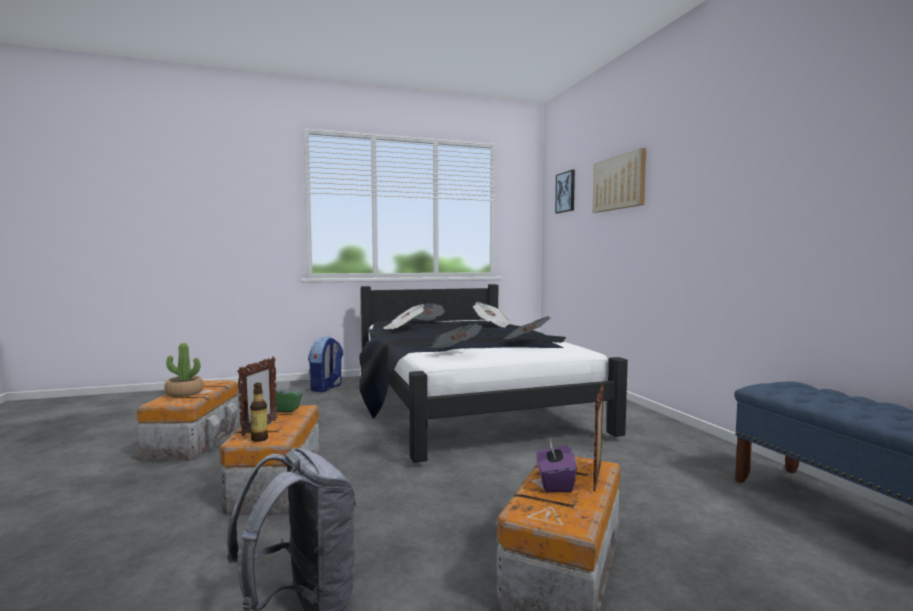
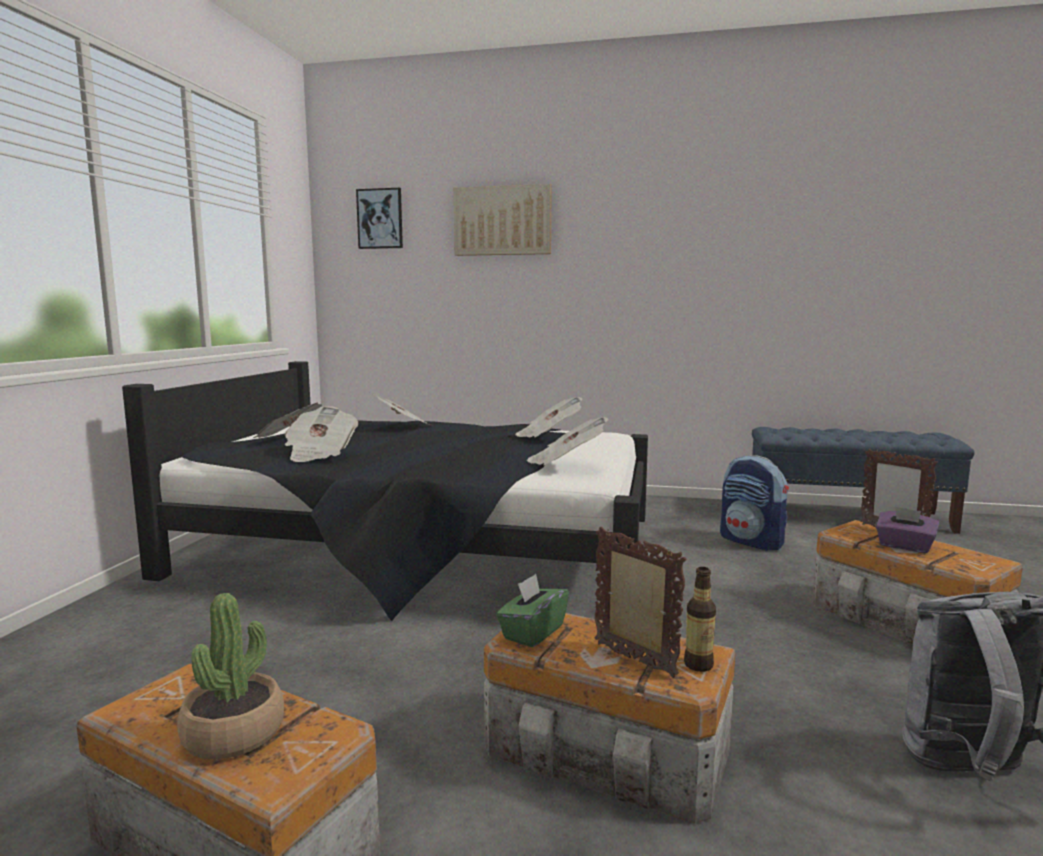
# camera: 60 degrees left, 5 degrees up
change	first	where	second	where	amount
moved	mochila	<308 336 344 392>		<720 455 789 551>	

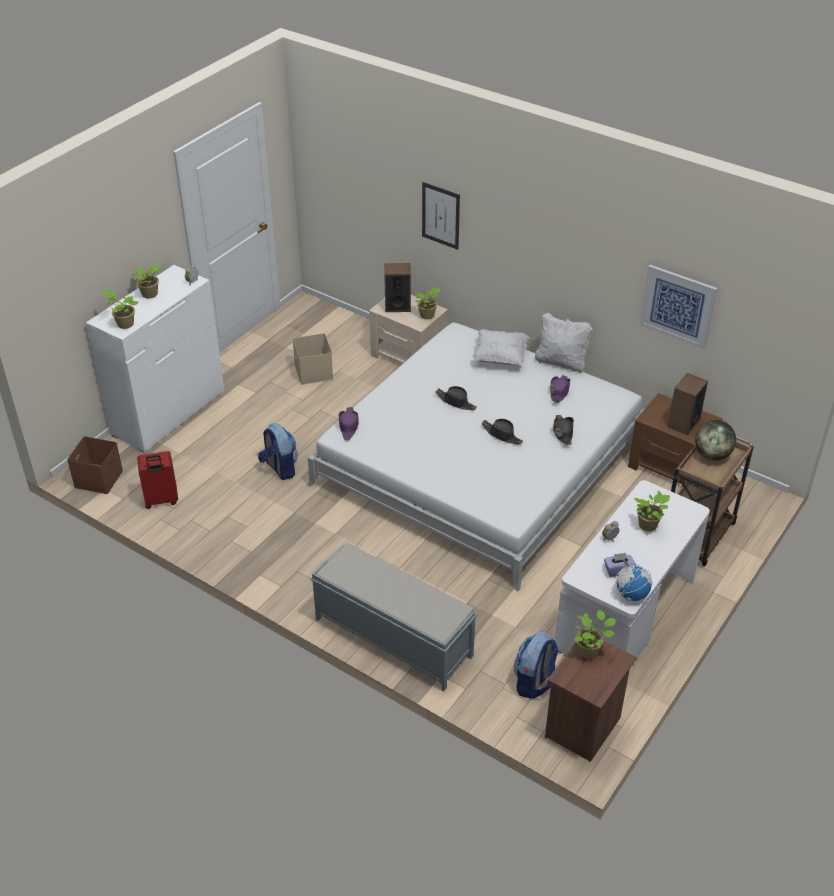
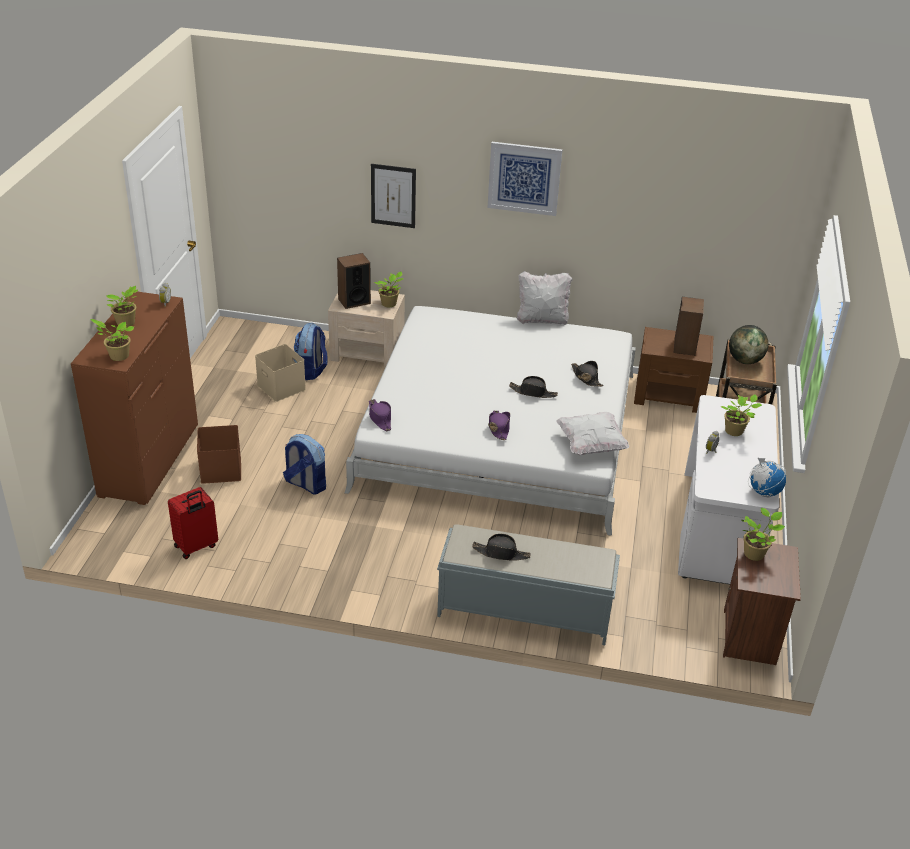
# camera: 25 degrees left, 5 degrees down
change	first	where	second	where	amount
recoloured	cómoda/blanco	<86 265 224 453>	cómoda/marrón	<71 292 198 505>	
moved	cuadro	<640 265 717 349>		<487 142 562 216>	
moved	cojín/blanco	<472 329 530 366>		<556 412 629 455>	
moved	sombrero/morado	<550 375 570 403>		<488 410 510 440>	
moved	sombrero/negro	<436 386 477 410>		<472 534 531 561>	
moved	caja de almacenaje/marrón	<67 436 123 494>		<197 425 241 484>	
removed	caja de pañuelos/morado	<604 553 636 577>			
moved	mochila	<514 631 558 699>		<293 323 327 380>	

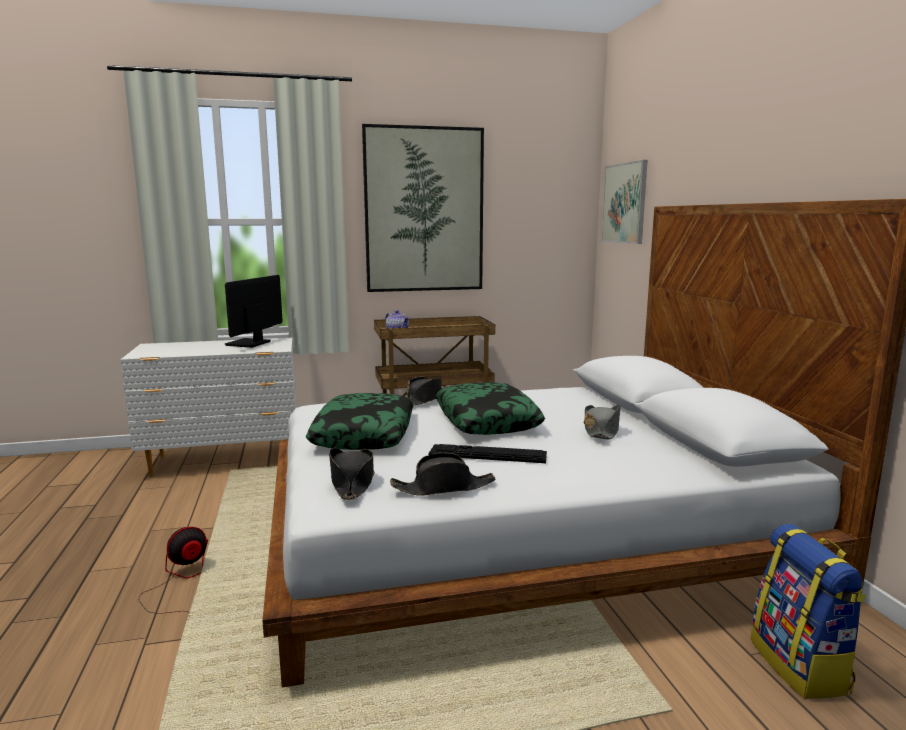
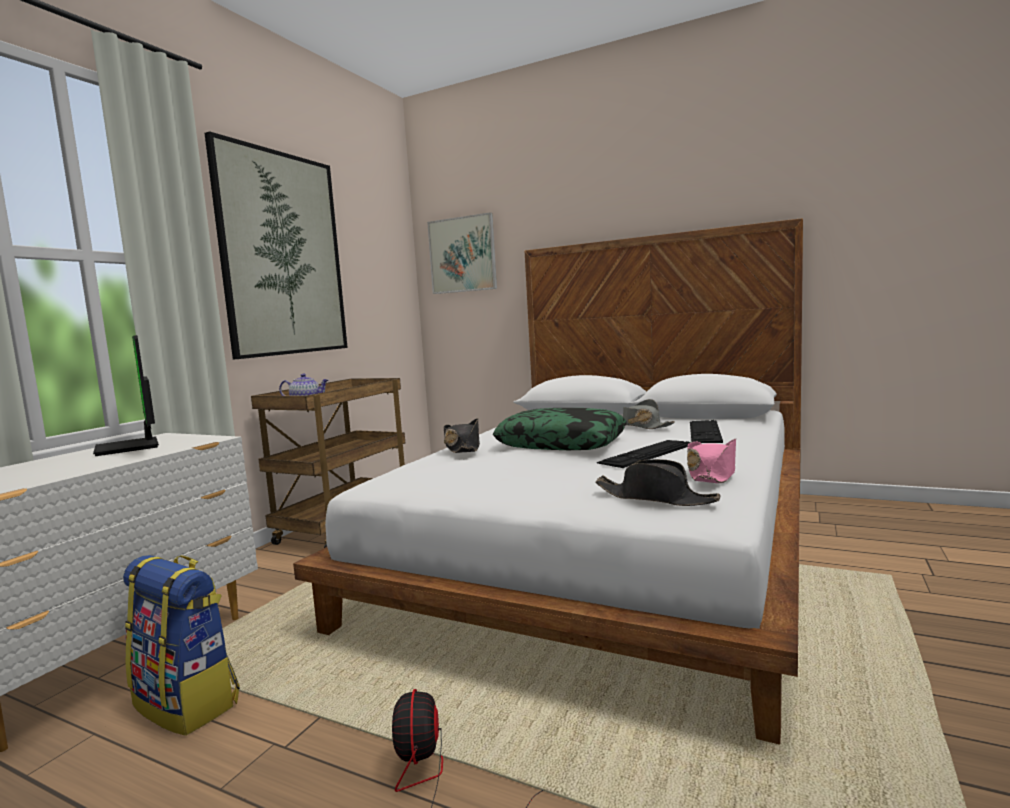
# camera: 50 degrees left, 5 degrees down
change	first	where	second	where	amount
removed	cojín	<306 393 414 450>			
recoloured	sombrero/negro	<390 453 496 496>	sombrero/rosa	<687 439 736 483>	
moved	mochila	<750 524 866 699>		<123 555 240 736>	
added			teclado	<690 420 723 443>	

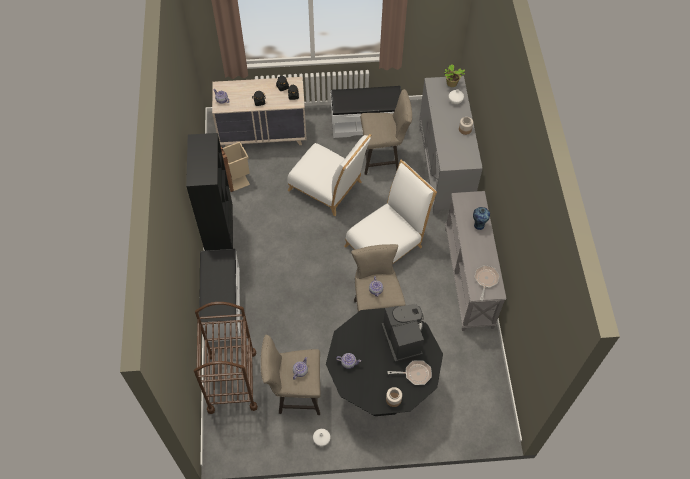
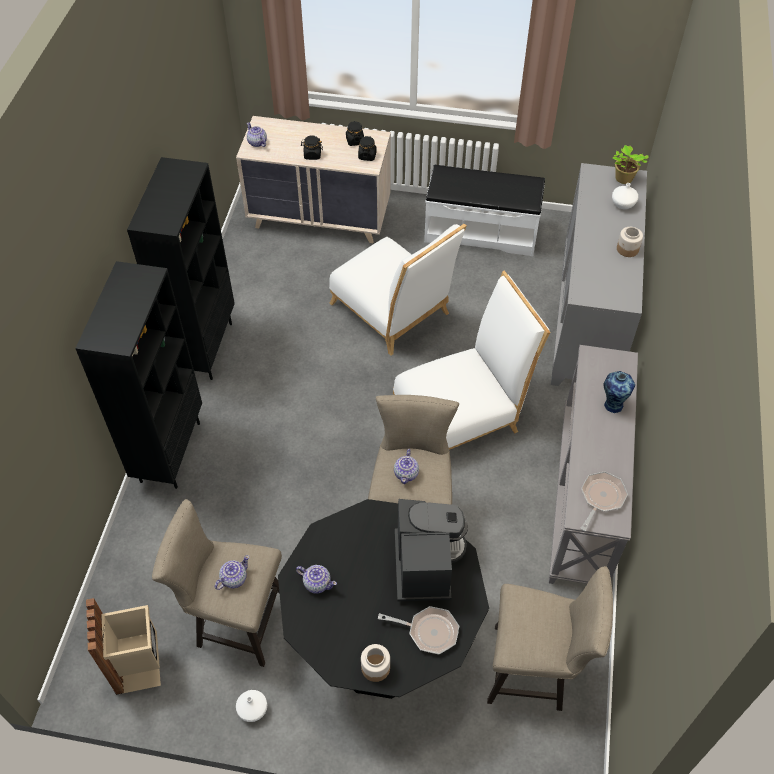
# camera: 15 degrees right, 5 degrees down
change	first	where	second	where	amount
moved	taburete/beis	<360 89 412 175>		<487 566 613 711>	
moved	papelera/beis	<220 142 250 192>		<86 598 161 695>	
replaced	banco/blanco	<199 249 241 342>	estantería/negro	<75 261 202 489>	
removed	carrito/marrón	<194 302 258 414>			

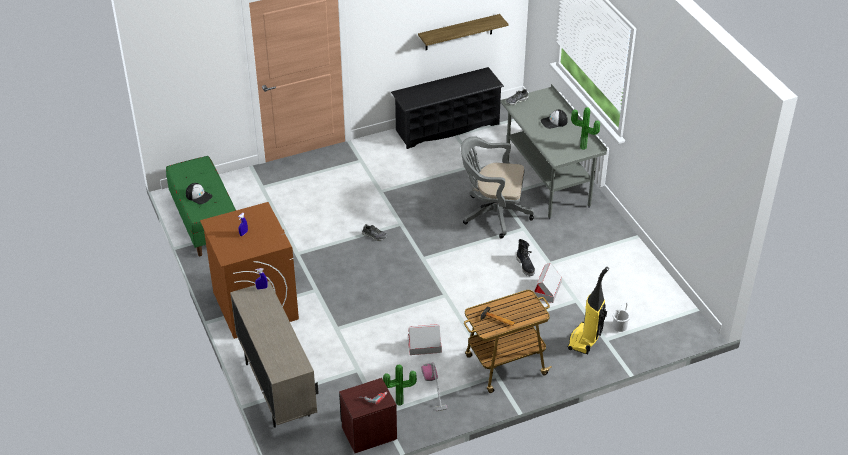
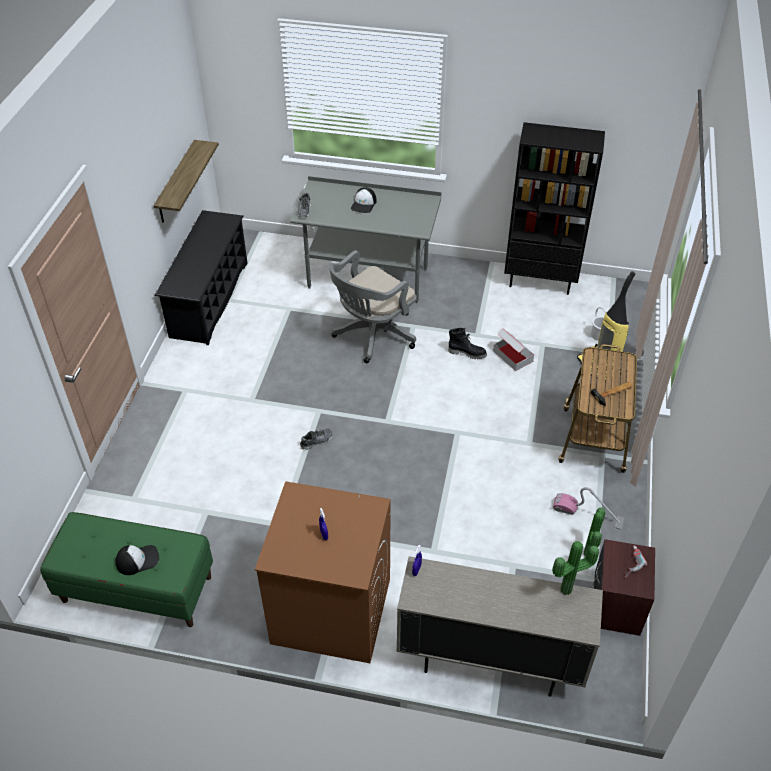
# camera: 55 degrees left, 5 degrees up
change	first	where	second	where	amount
moved	planta en maceta	<571 107 600 150>		<552 541 599 595>	
removed	caja de cartón	<408 324 442 355>			
added			estantería/negro	<504 122 605 295>	

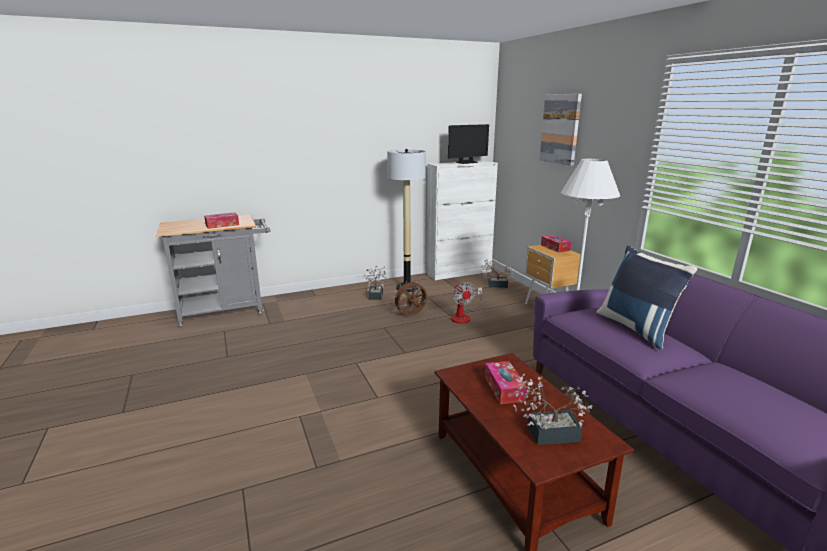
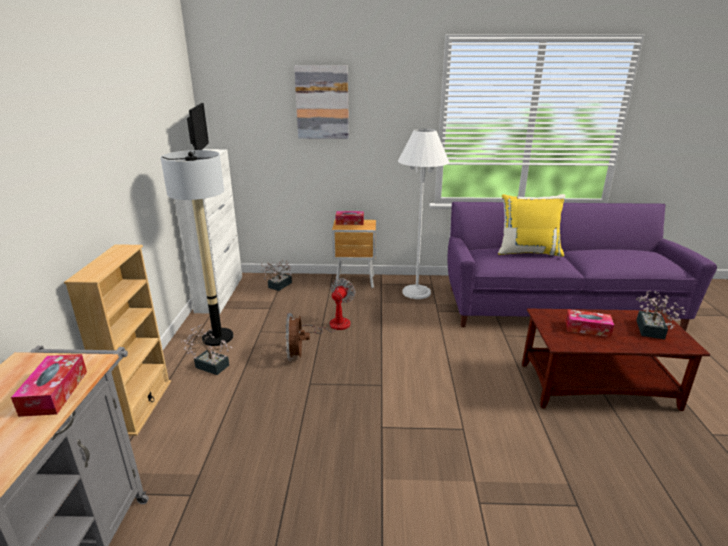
# camera: 65 degrees left, 5 degrees up
change	first	where	second	where	amount
recoloured	cojín/azul	<596 246 697 349>	cojín/amarillo	<498 194 566 257>	
turned	ventilador	<451 282 482 324>		<287 278 355 334>	75 degrees counterclockwise
added			estantería/beis	<64 244 171 436>	

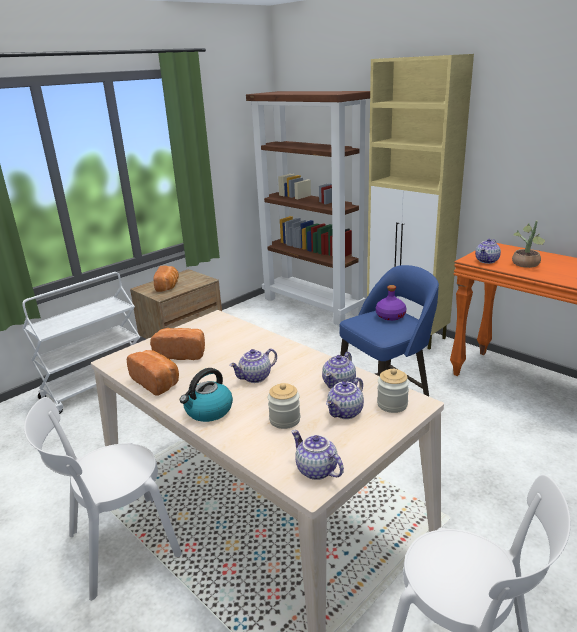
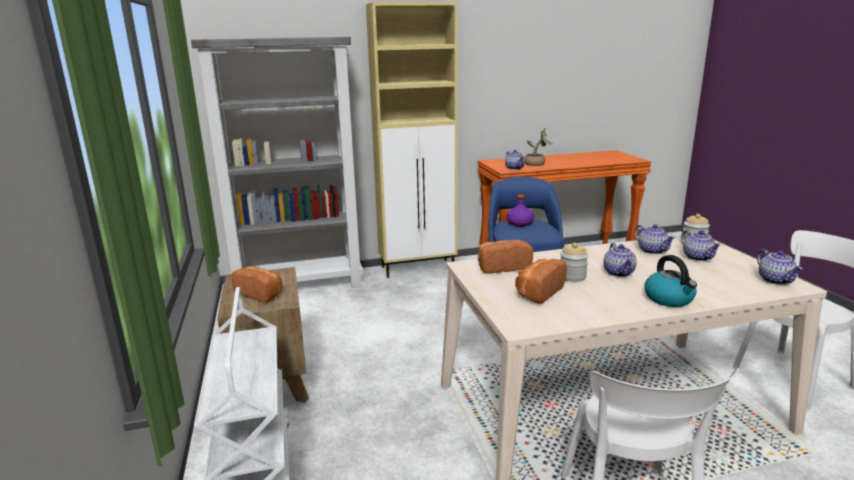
# camera: 60 degrees left, 5 degrees down
change	first	where	second	where	amount
recoloured	estantería/marrón	<246 91 370 326>	estantería/gris	<191 37 363 288>	
moved	pan	<127 350 179 396>		<478 240 533 273>	
moved	tarro	<268 383 300 429>		<560 243 588 282>	
turned	tetera	<291 430 344 480>		<757 249 803 285>	90 degrees counterclockwise

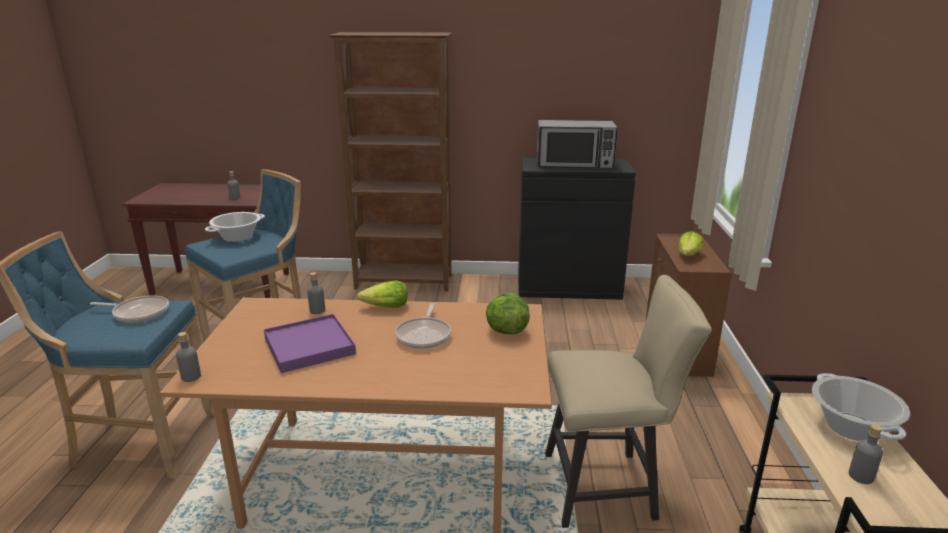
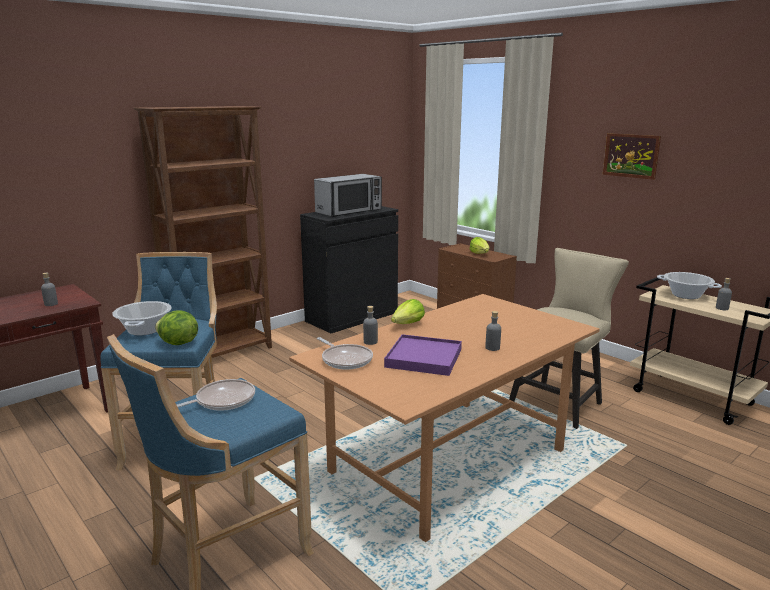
# camera: 45 degrees left, 5 degrees down
change	first	where	second	where	amount
moved	lechuga	<486 293 530 335>		<155 310 198 345>	
moved	sartén	<395 303 451 349>		<317 337 373 370>	
moved	botella/gris	<176 332 201 382>		<485 311 501 351>	
added			cuadro	<603 133 661 180>	

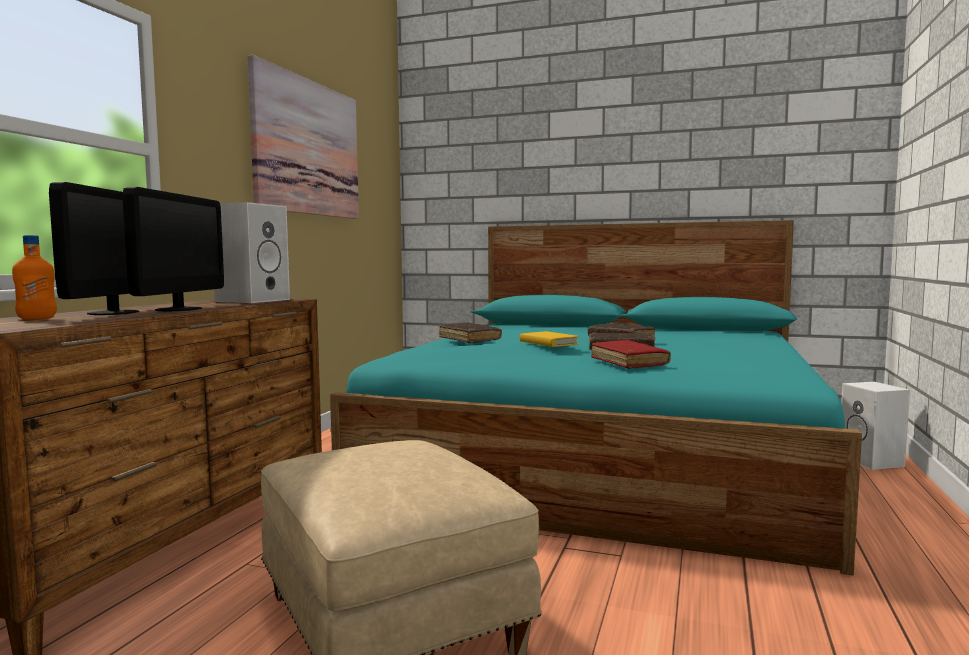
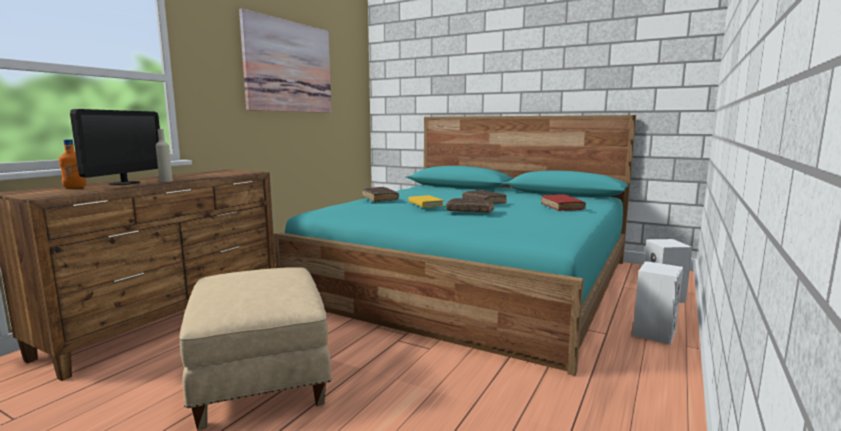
# camera: 10 degrees right, 5 degrees up
change	first	where	second	where	amount
replaced	monitor	<122 187 224 311>	botella/beis	<156 129 173 182>	
moved	altavoz/blanco	<214 202 290 303>		<632 261 683 345>	
moved	libro/rojo	<591 340 671 369>		<541 194 586 211>	

